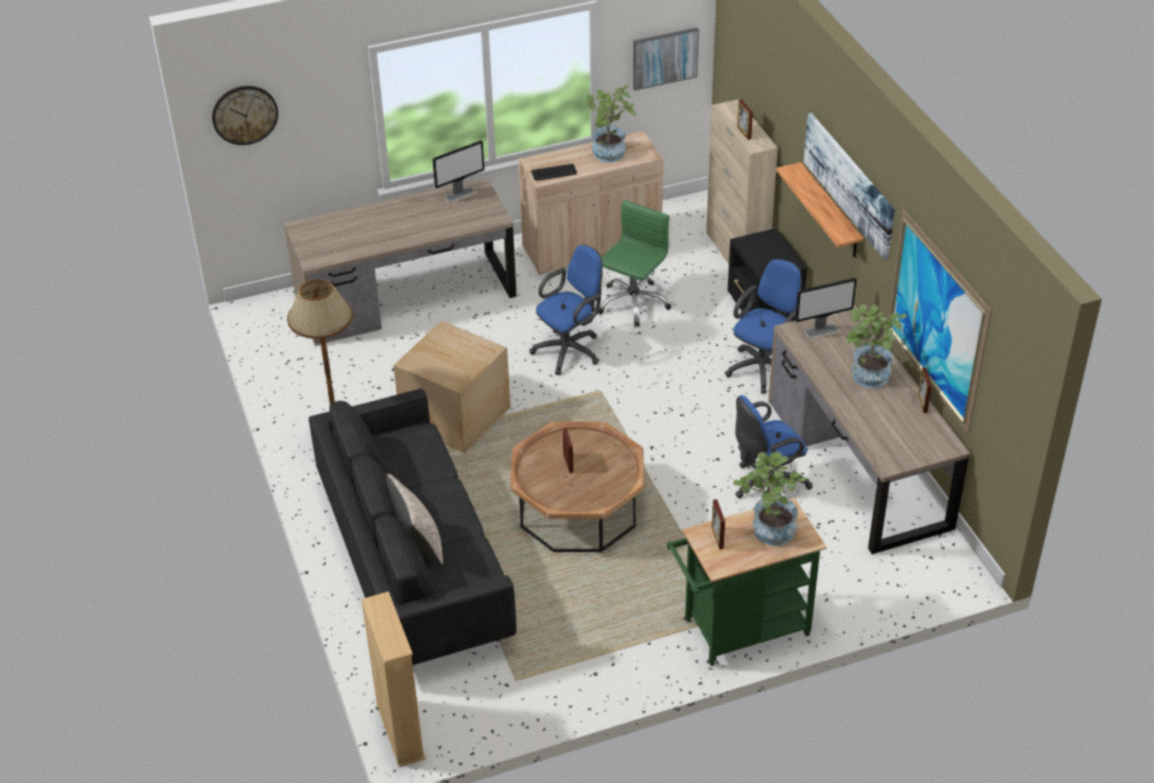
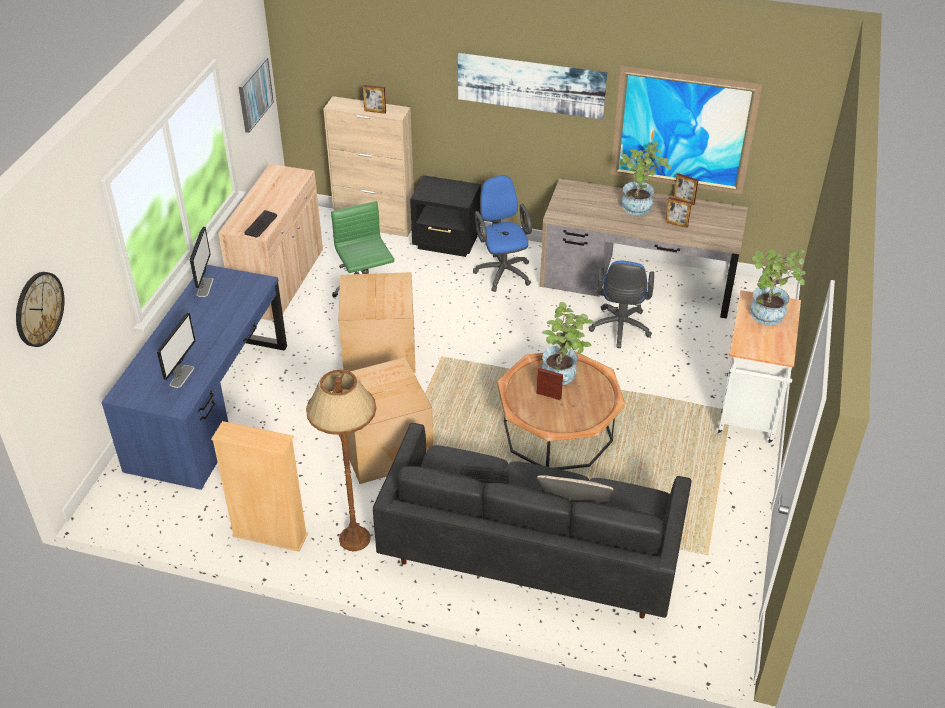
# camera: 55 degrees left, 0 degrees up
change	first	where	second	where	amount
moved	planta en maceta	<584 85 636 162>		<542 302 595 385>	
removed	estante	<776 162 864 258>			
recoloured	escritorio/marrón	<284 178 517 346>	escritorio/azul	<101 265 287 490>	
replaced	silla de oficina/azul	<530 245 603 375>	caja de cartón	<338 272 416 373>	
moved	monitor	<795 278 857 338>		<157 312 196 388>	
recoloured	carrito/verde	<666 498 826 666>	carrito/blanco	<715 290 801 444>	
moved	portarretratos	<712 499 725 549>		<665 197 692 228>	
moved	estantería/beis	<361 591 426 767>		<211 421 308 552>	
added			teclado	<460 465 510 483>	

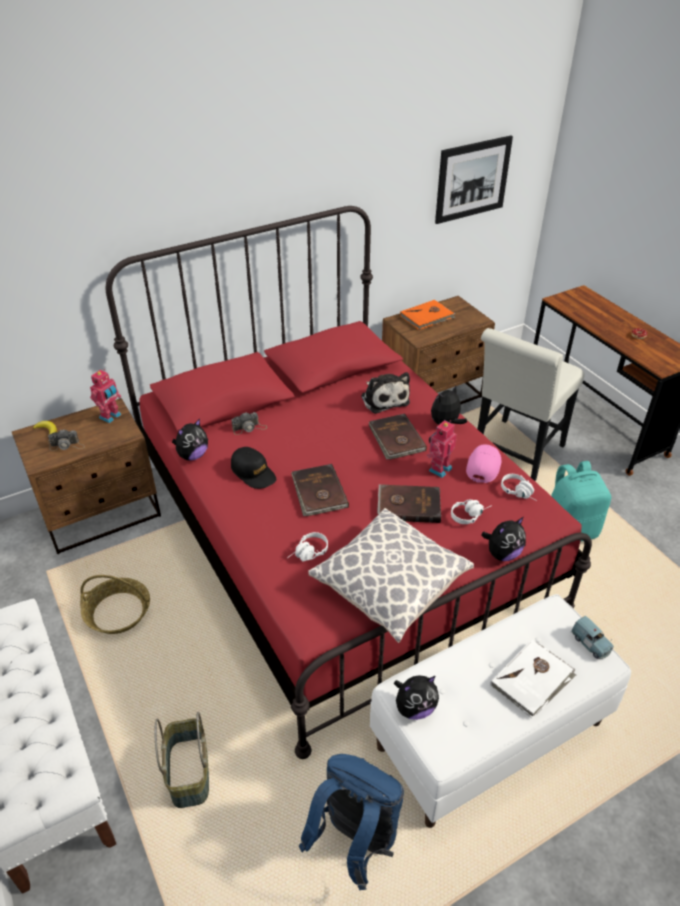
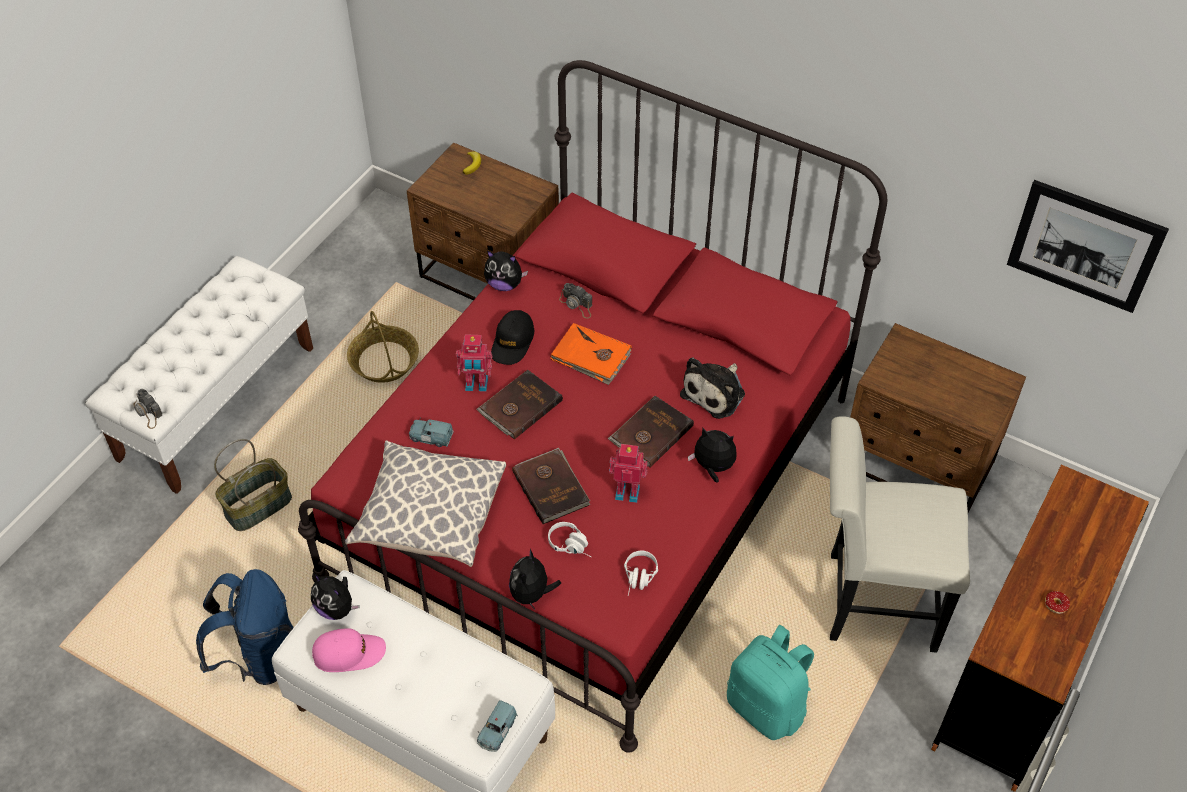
# camera: 60 degrees right, 10 degrees up
change	first	where	second	where	amount
moved	libro/naranja	<400 300 456 330>		<550 323 632 385>	
moved	robot de juguete	<90 369 121 423>		<456 334 492 392>	
moved	cámara	<48 430 85 451>		<133 389 162 429>	
moved	gorra/rosa	<466 444 501 483>		<312 628 386 672>	
turned	peluche	<481 517 526 561>		<509 549 561 610>	75 degrees clockwise
replaced	auriculares/blanco	<287 532 328 562>	coche de juguete/azul	<409 417 454 447>	
removed	libro/blanco	<490 640 576 718>			

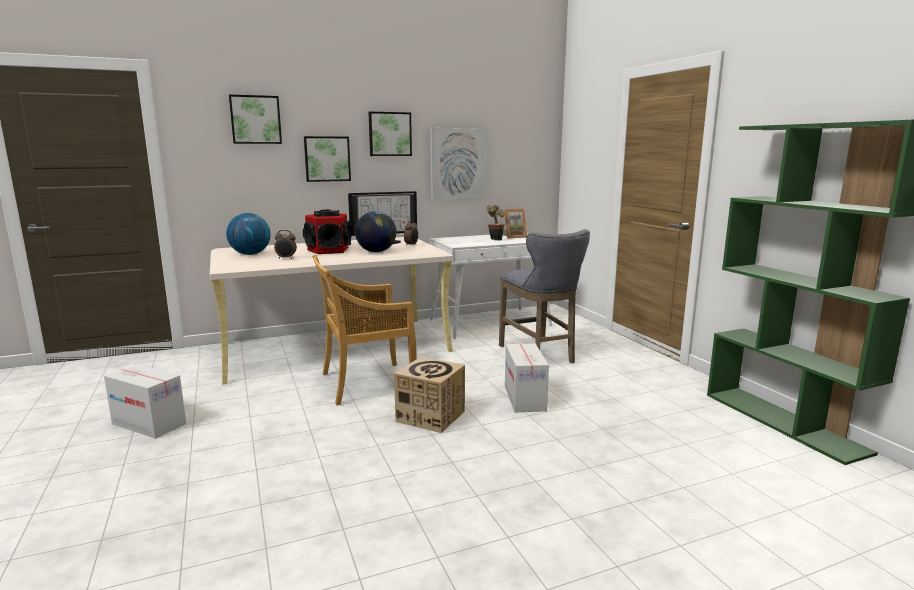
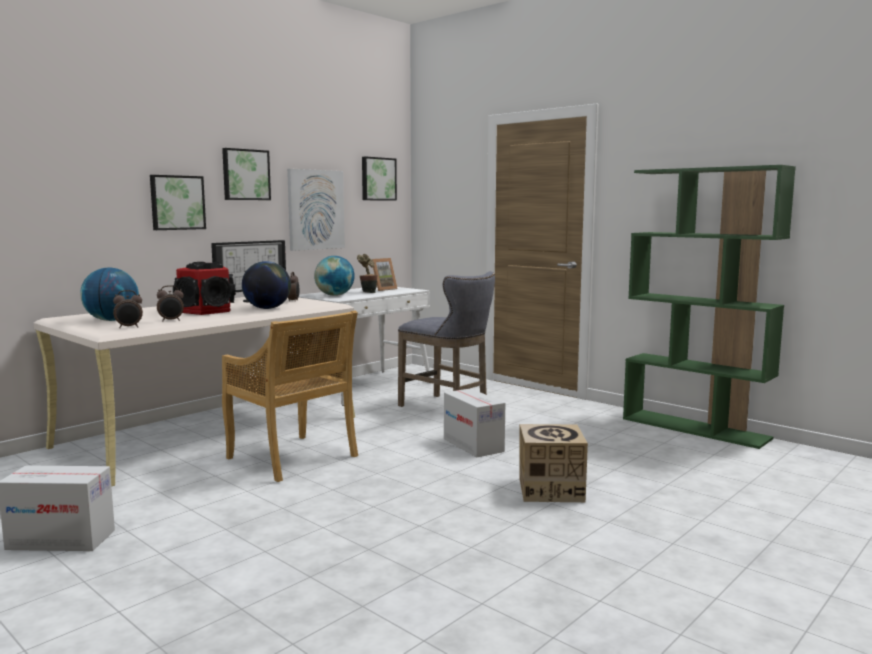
# camera: 25 degrees left, 5 degrees down
change	first	where	second	where	amount
moved	cuadro	<229 94 282 144>		<362 157 397 201>	
turned	silla/beis	<312 254 416 405>		<222 311 358 482>	90 degrees counterclockwise
moved	caja de cartón	<394 357 465 433>		<519 424 588 502>	
added			globo terráqueo	<314 256 355 296>	
added			despertador	<113 290 143 328>	

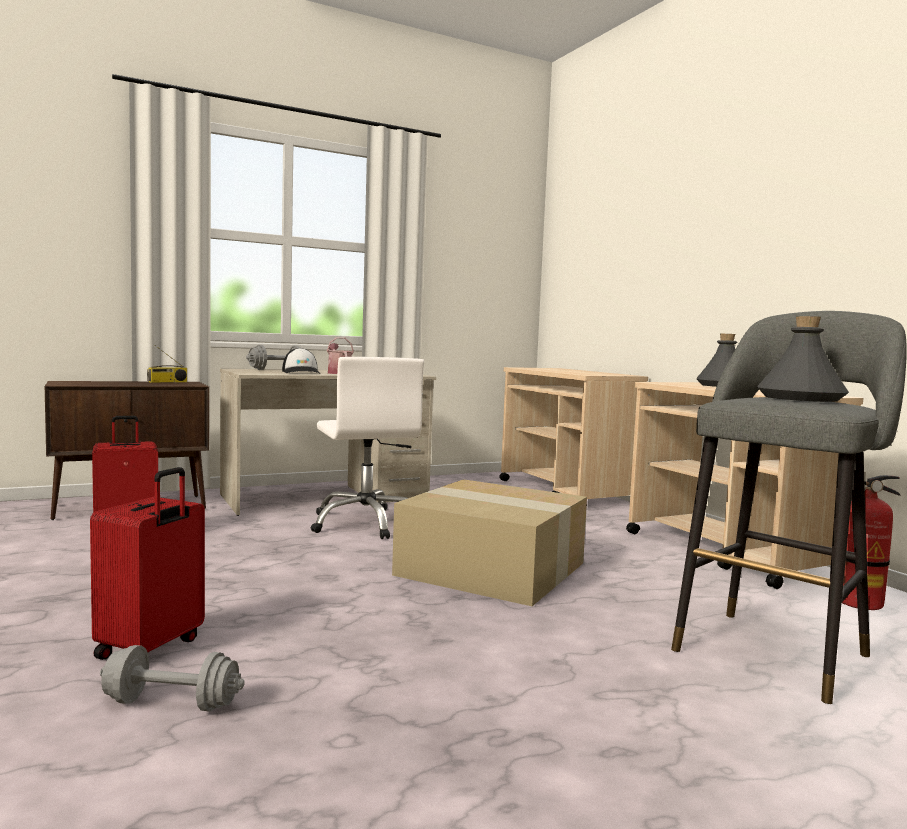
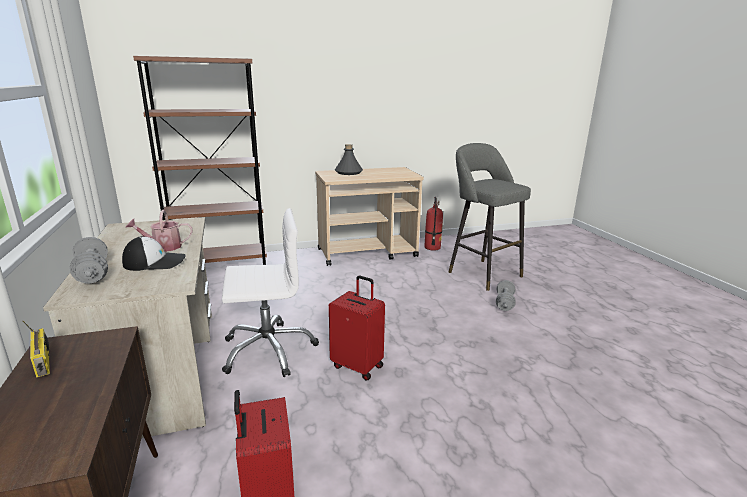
# camera: 80 degrees left, 15 degrees up
change	first	where	second	where	amount
removed	botella/gris	<757 316 849 402>			
replaced	carrito/beis	<499 367 648 499>	estantería/marrón	<133 56 267 265>	
moved	maleta/rojo	<90 467 205 660>		<329 275 385 381>	
removed	caja de cartón	<392 479 587 606>			
moved	mancuerna/gris	<100 645 244 712>		<496 280 516 311>	

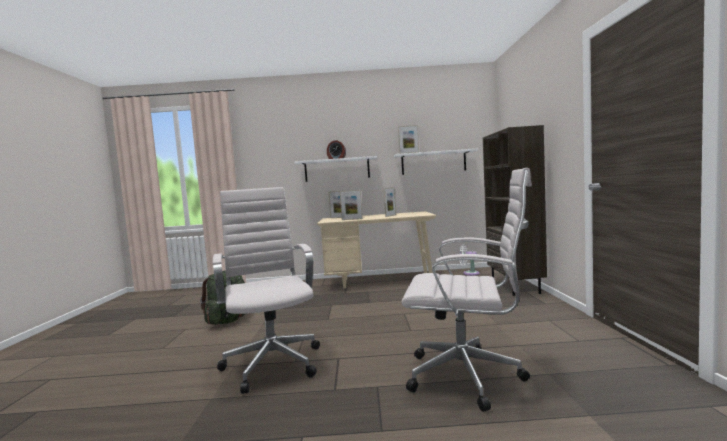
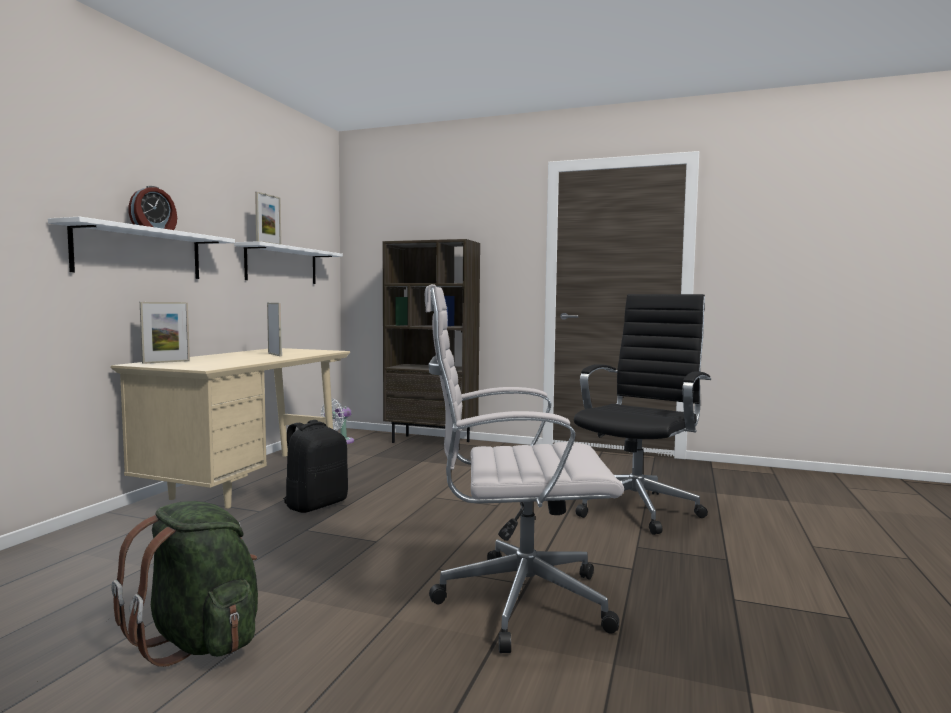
# camera: 70 degrees left, 0 degrees up
change	first	where	second	where	amount
recoloured	silla de oficina/blanco	<401 168 532 412>	silla de oficina/negro	<574 294 711 535>	
removed	portarretratos	<340 190 363 220>			
added			mochila/negro	<283 420 348 513>	

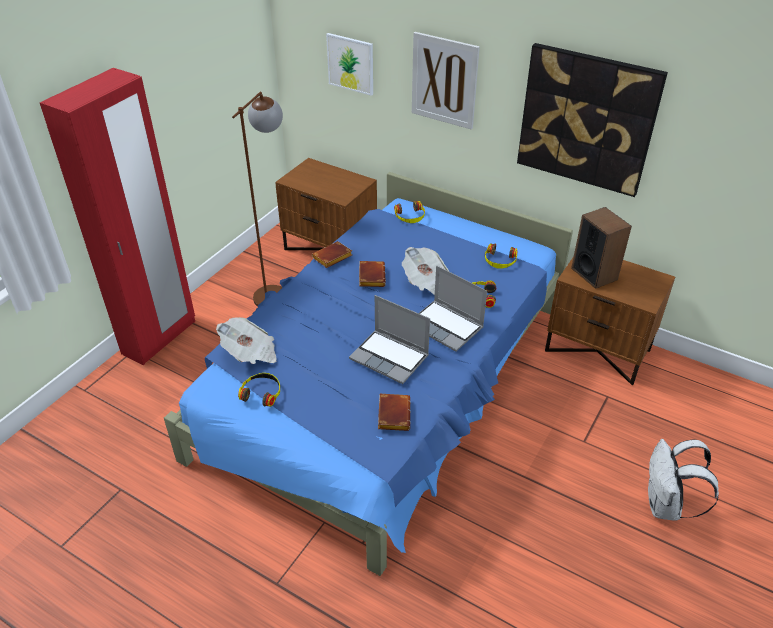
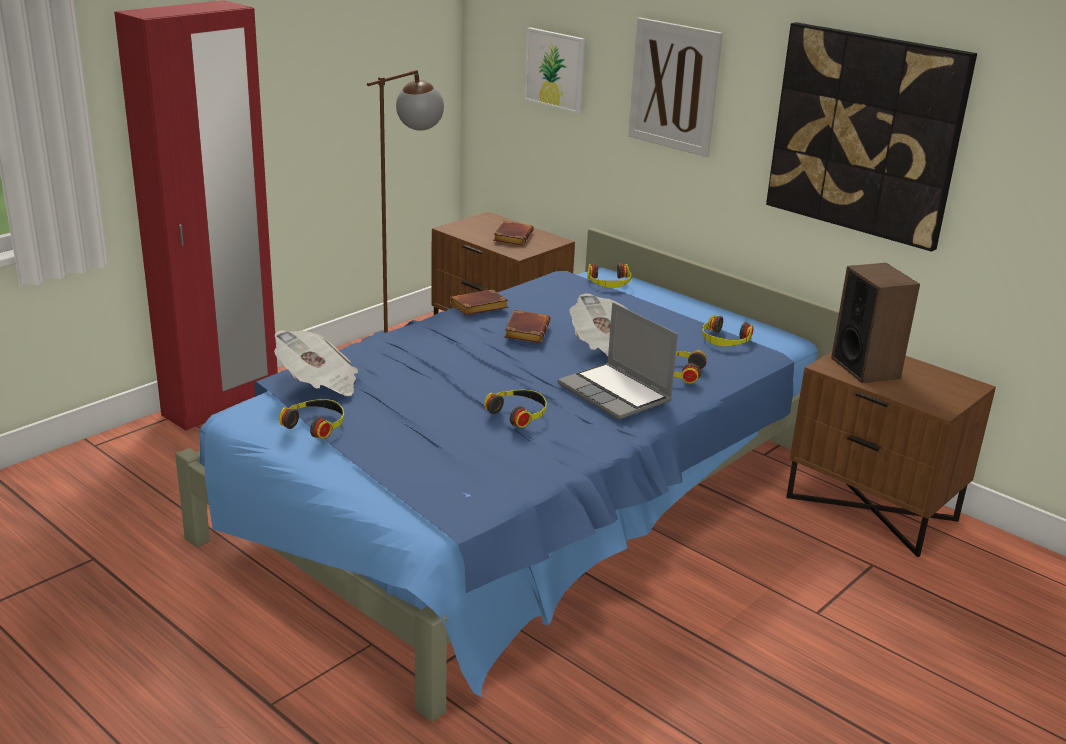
# camera: 10 degrees right, 15 degrees down
change	first	where	second	where	amount
replaced	portátil	<349 295 430 384>	auriculares	<484 390 547 428>	
moved	libro/marrón	<378 394 411 431>		<493 221 534 246>	
removed	mochila/blanco	<648 439 719 521>			

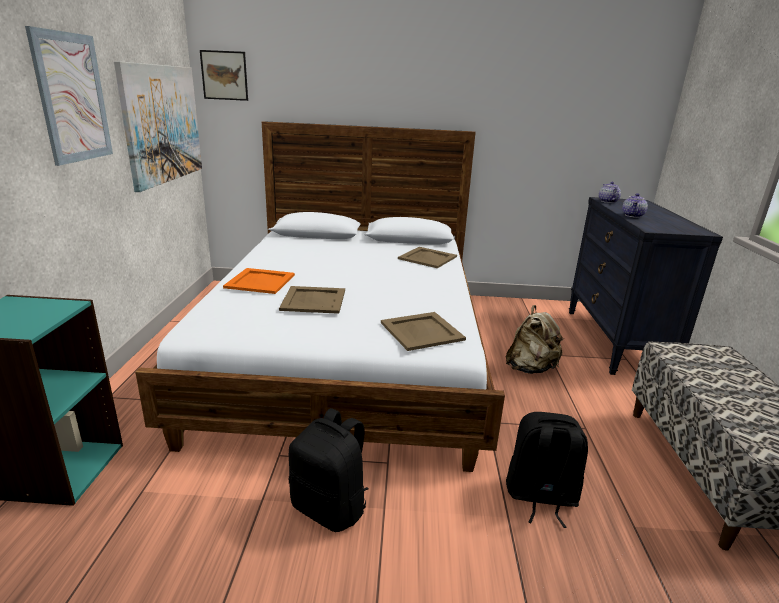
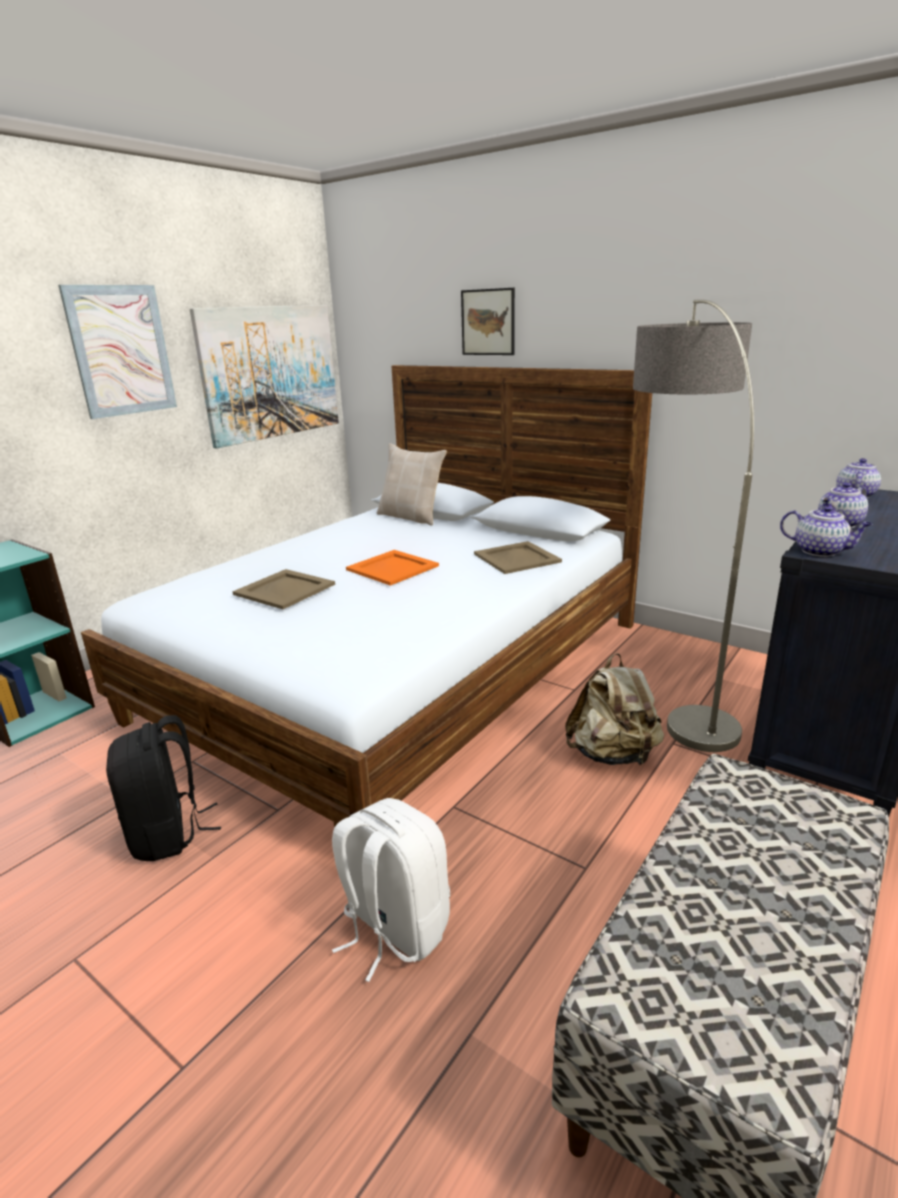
# camera: 35 degrees right, 0 degrees up
change	first	where	second	where	amount
moved	cuadro	<200 50 248 101>		<461 288 515 355>	
moved	bandeja/naranja	<223 268 295 294>		<346 550 439 586>	
removed	bandeja/beis	<381 312 466 351>			
recoloured	mochila/negro	<506 412 588 528>	mochila/blanco	<332 798 450 982>	
added			lámpara de pie	<633 300 754 752>	
added			cojín/beis	<377 443 447 526>	
added			tetera	<780 506 872 557>	

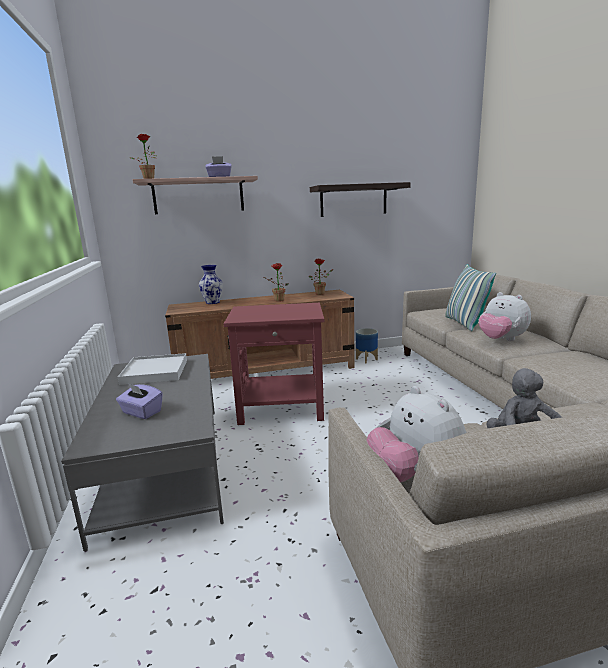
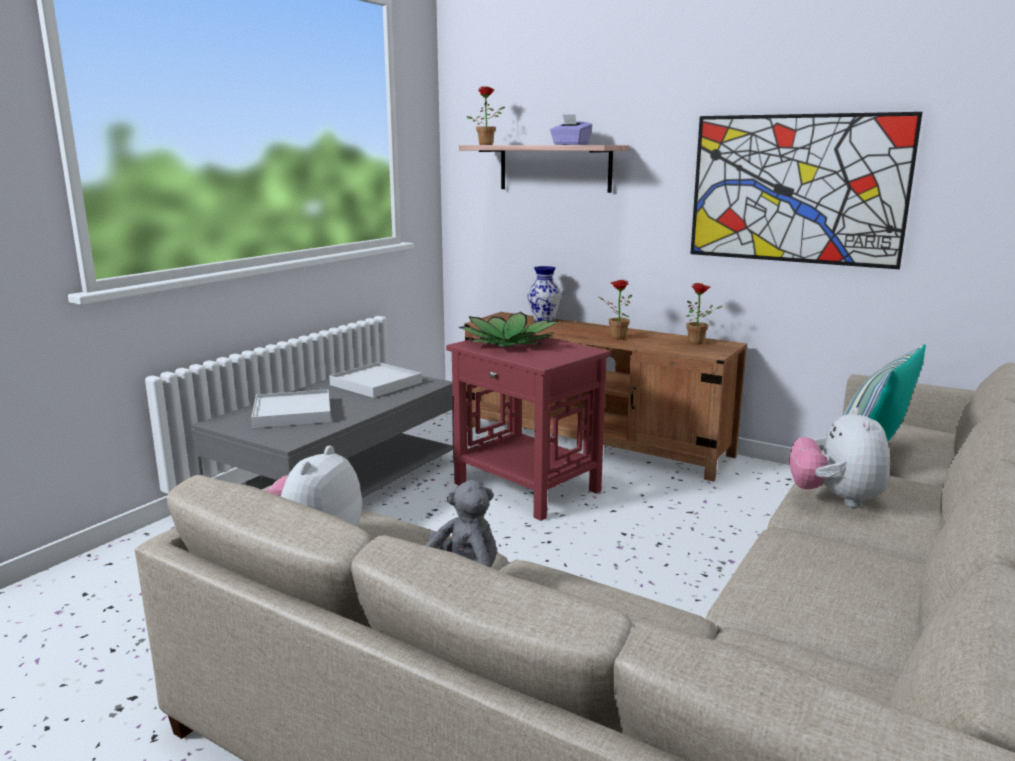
# camera: 45 degrees right, 0 degrees up
change	first	where	second	where	amount
replaced	estante	<310 182 411 217>	cuadro	<691 112 923 269>	
removed	maceta	<356 328 378 363>			
replaced	caja de pañuelos/morado	<116 383 163 419>	bandeja/blanco	<251 389 331 428>	
added			planta en maceta	<459 312 559 347>	

